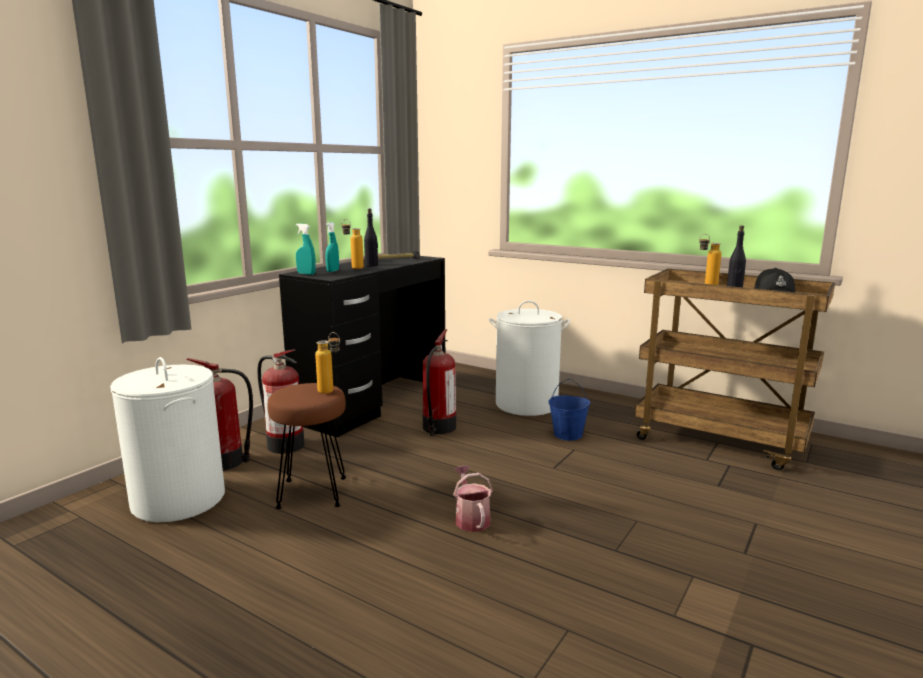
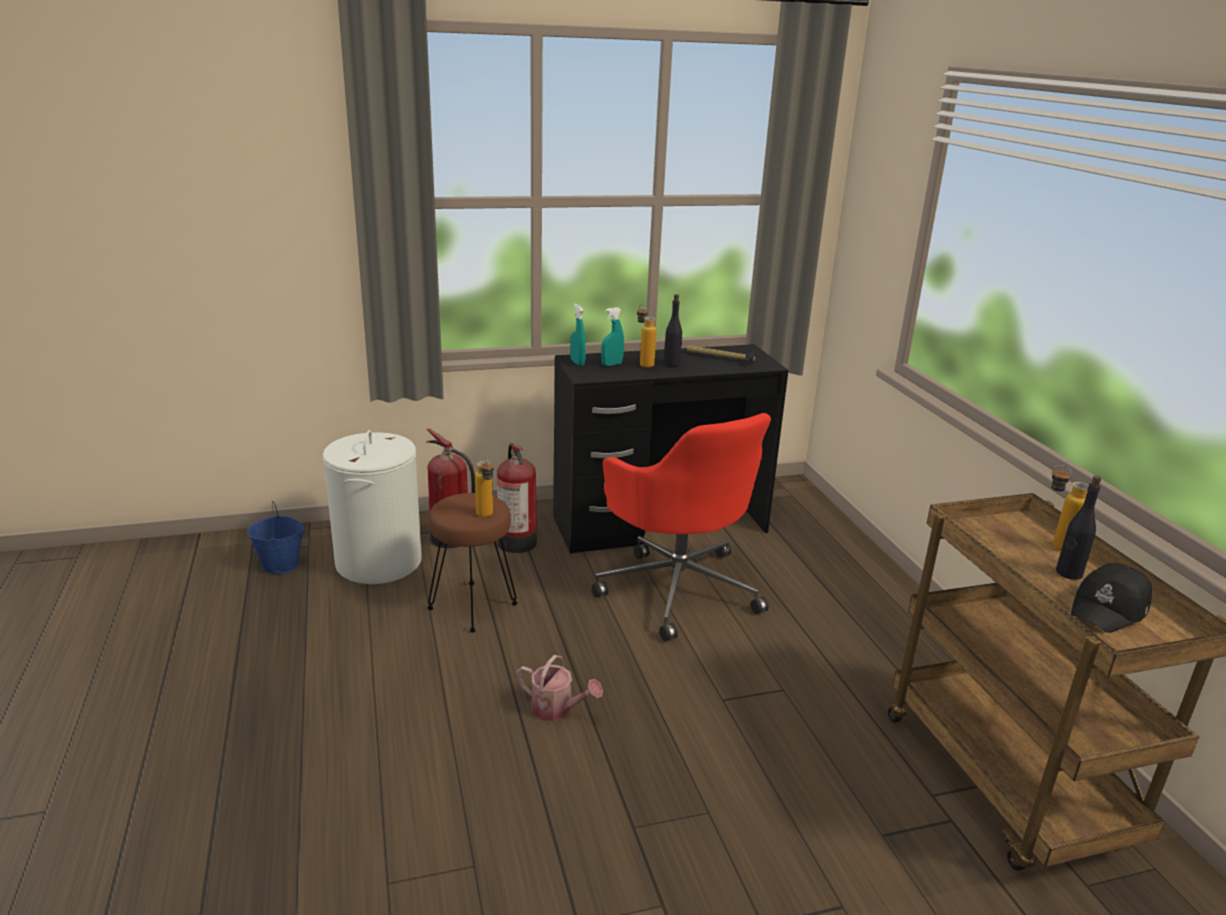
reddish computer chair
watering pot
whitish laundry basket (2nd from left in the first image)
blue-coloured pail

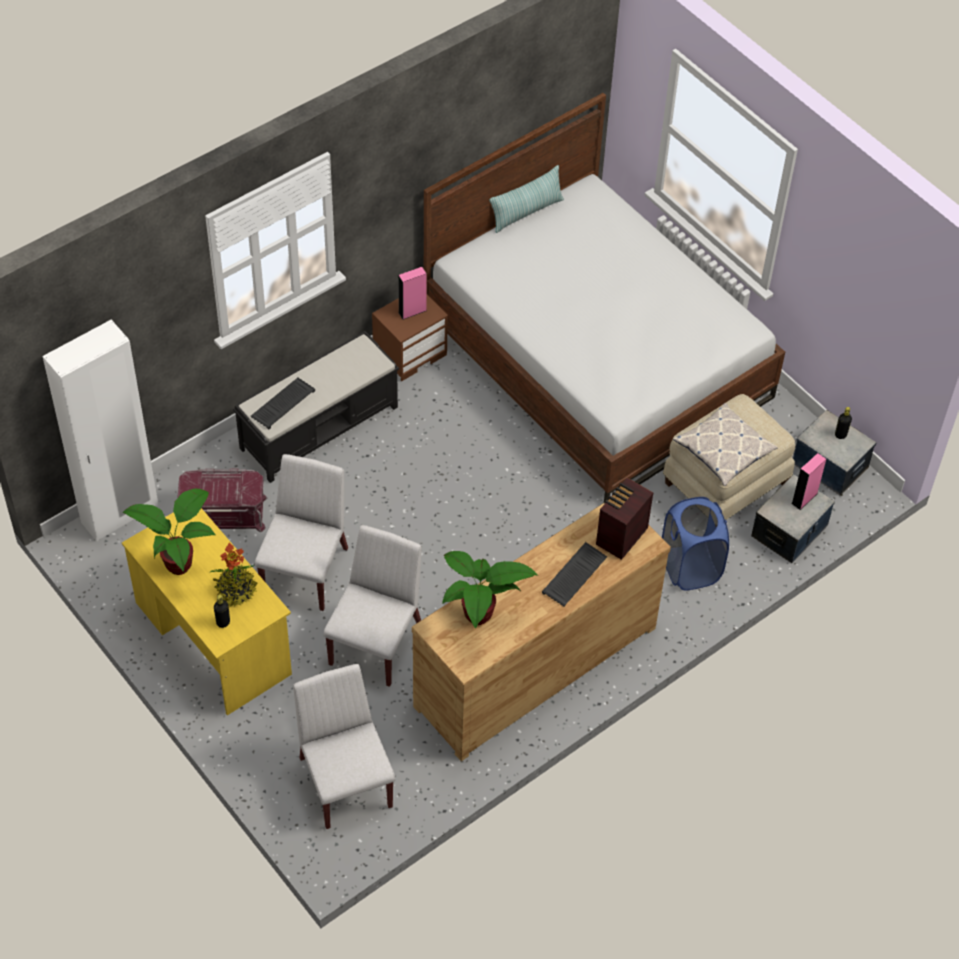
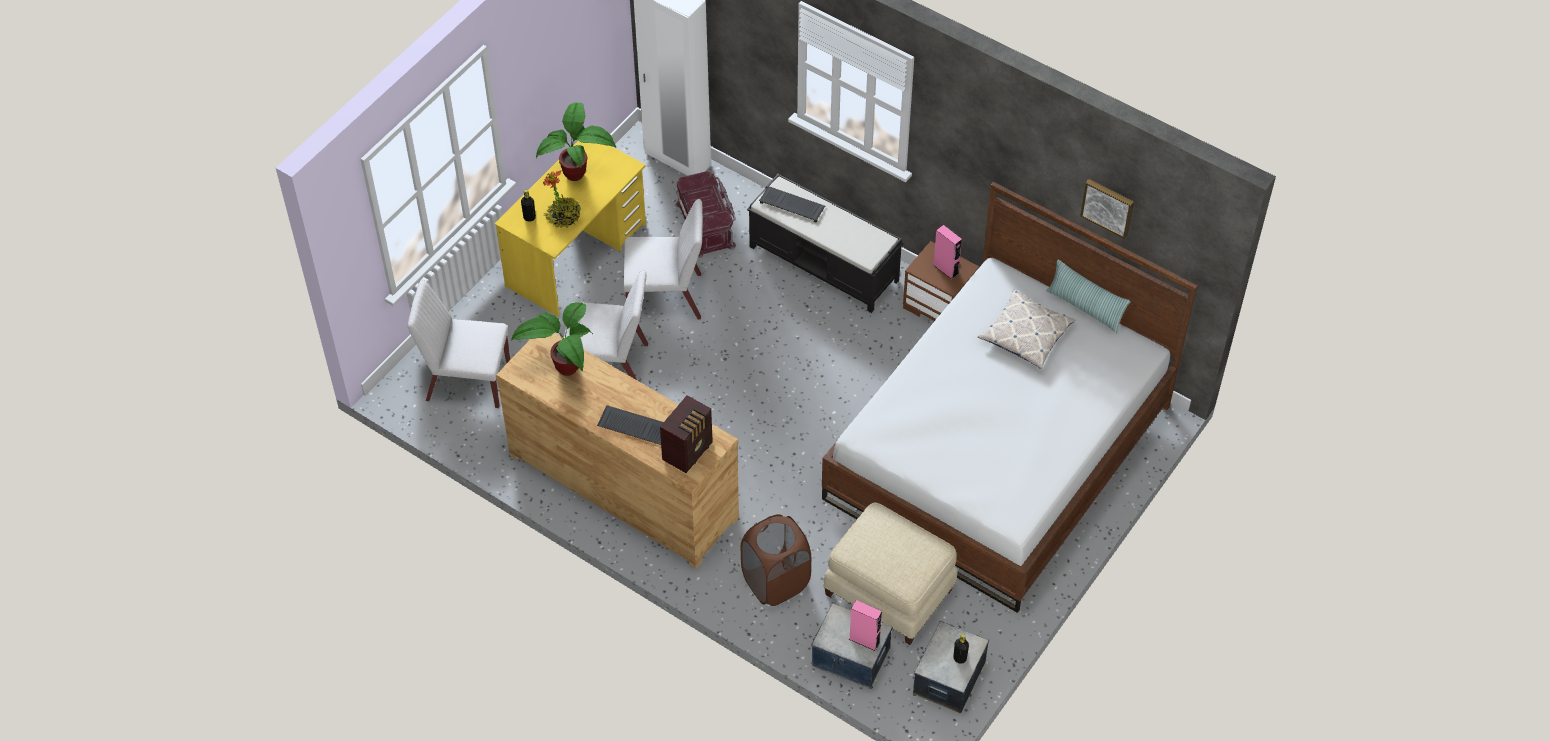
whitish plain chair (1st from left)
radio
brown laundry basket
pillow (1st from left)
picture

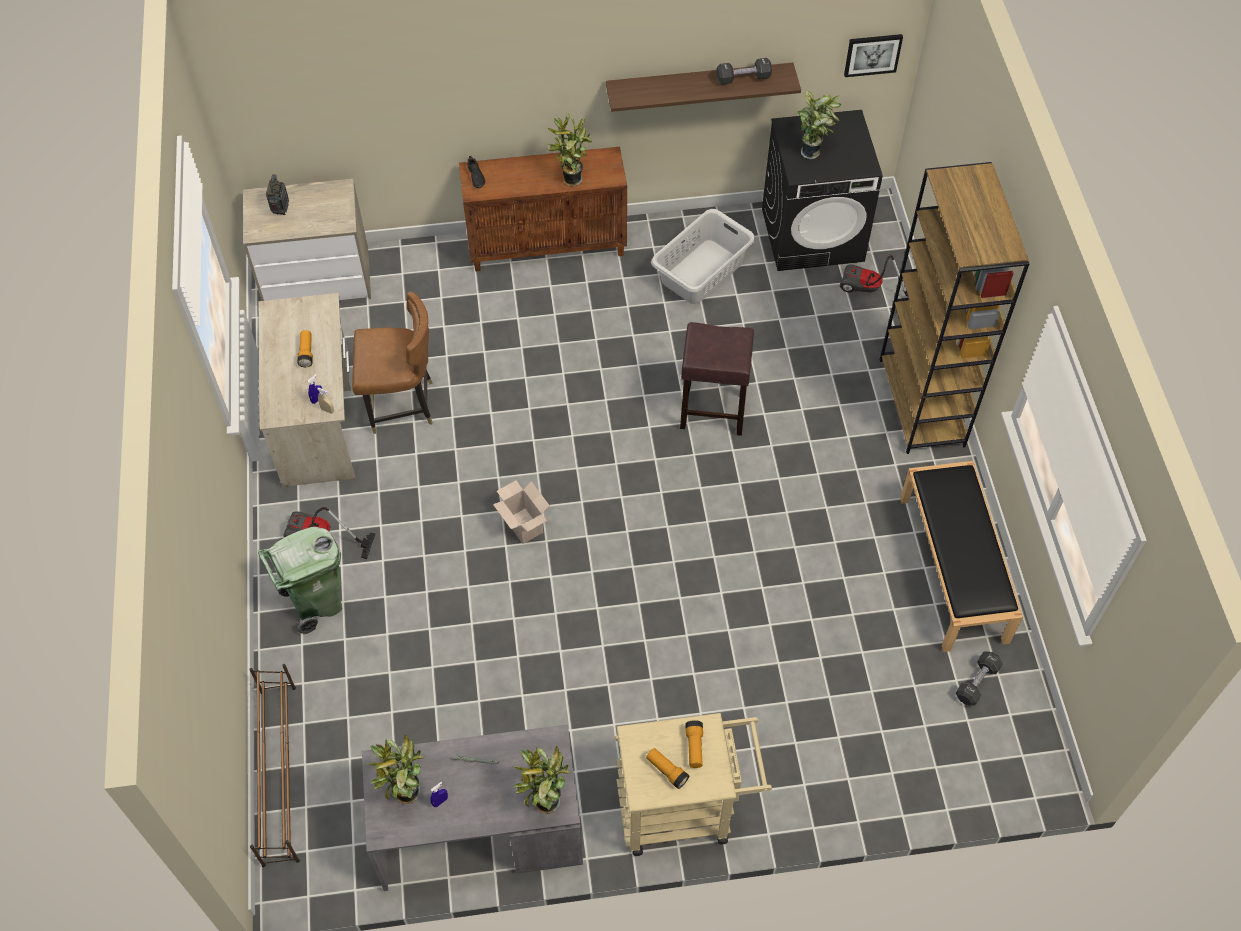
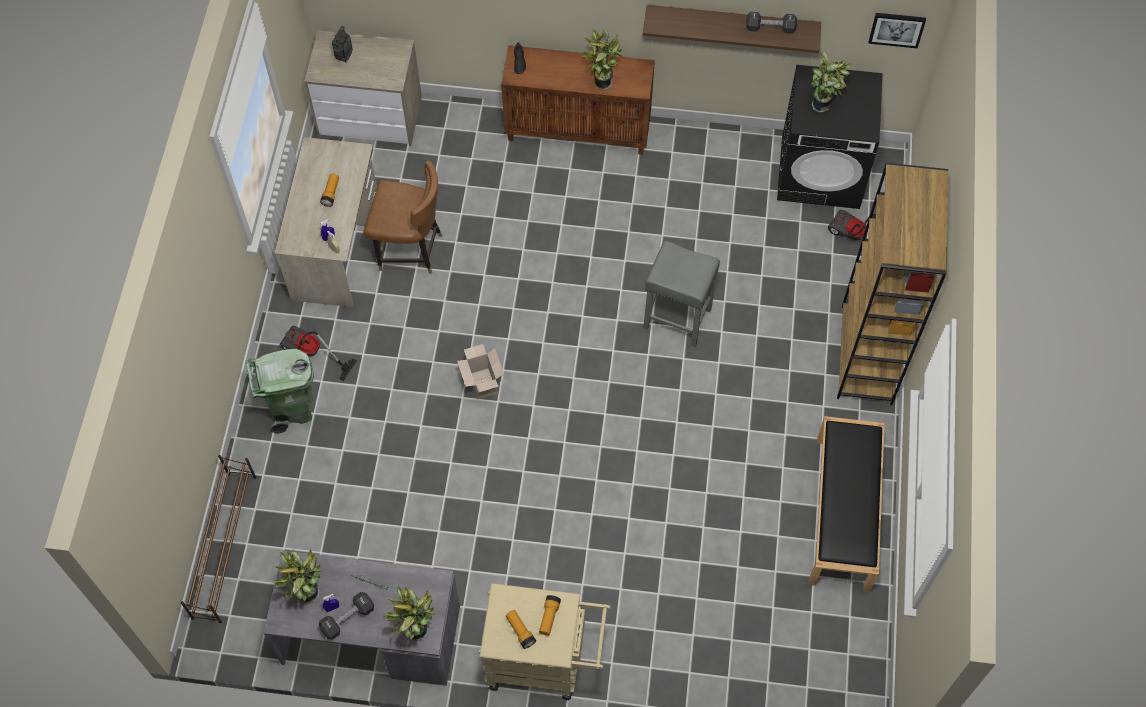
gray laundry basket
gray sitting stool
blackish dumbbell (1st from left)

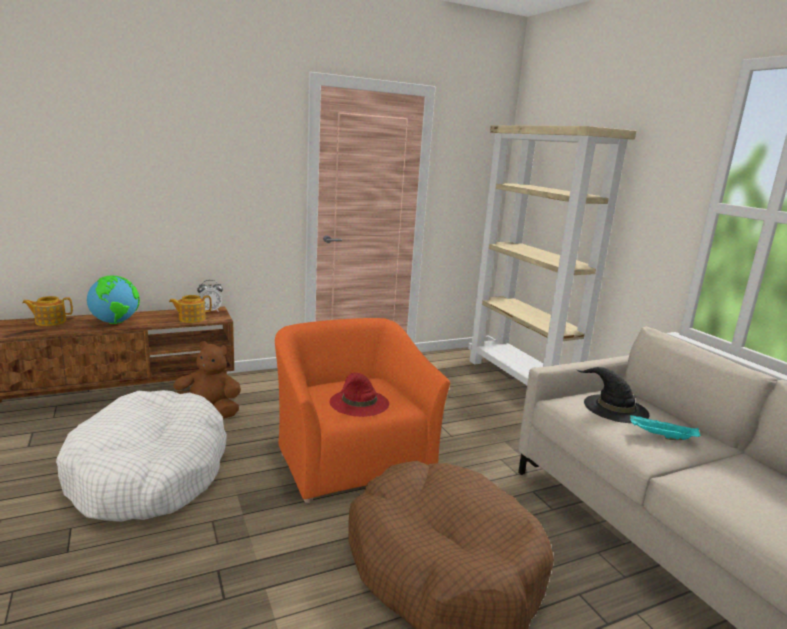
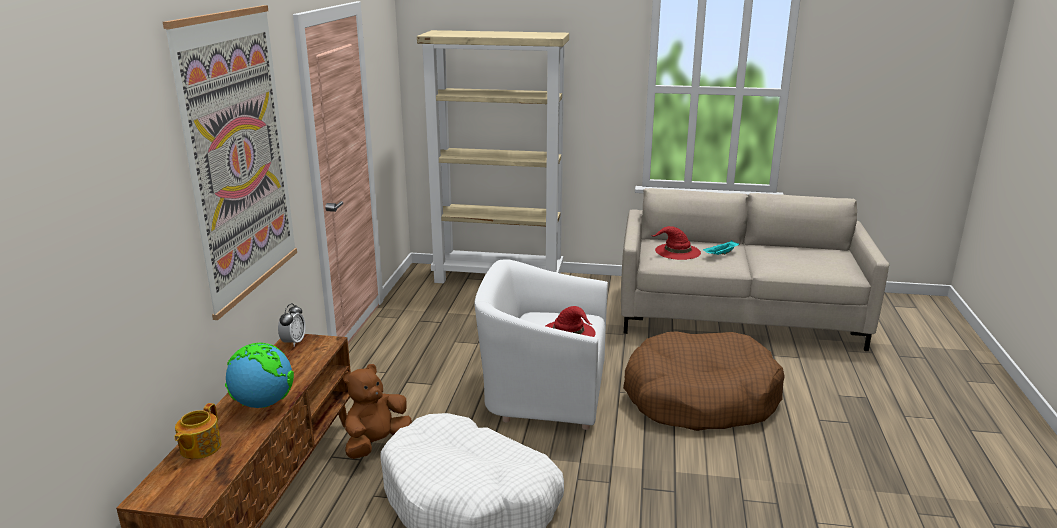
pot for tea (2nd from left in the first image)
whitish lounge chair
reddish hat (2nd from left)
picture

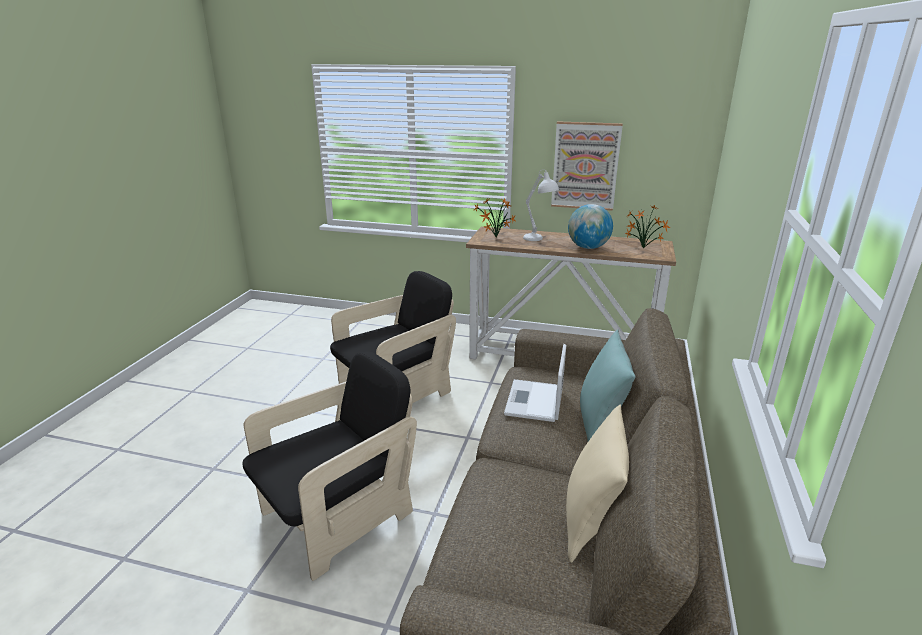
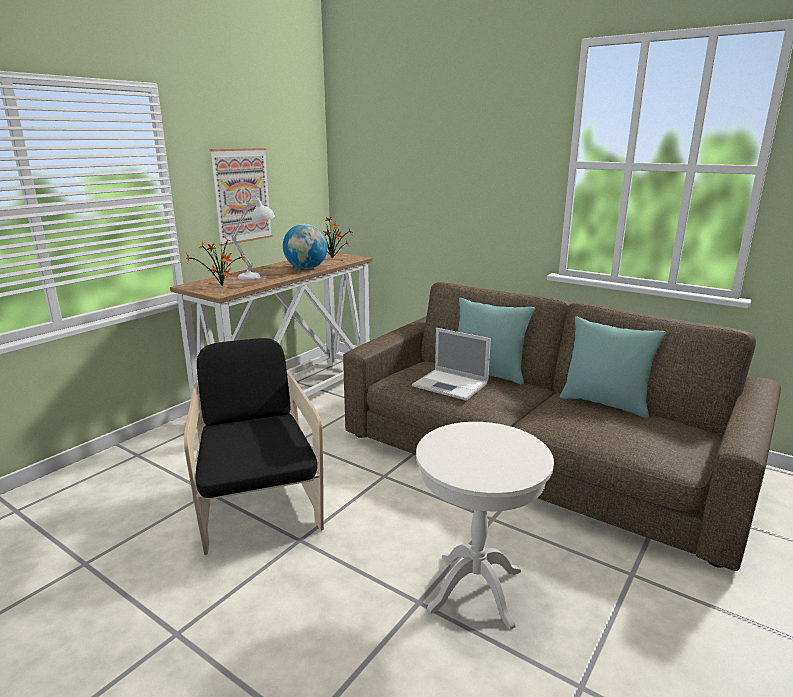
whitish end table
turquoise-coloured pillow (2nd from left)

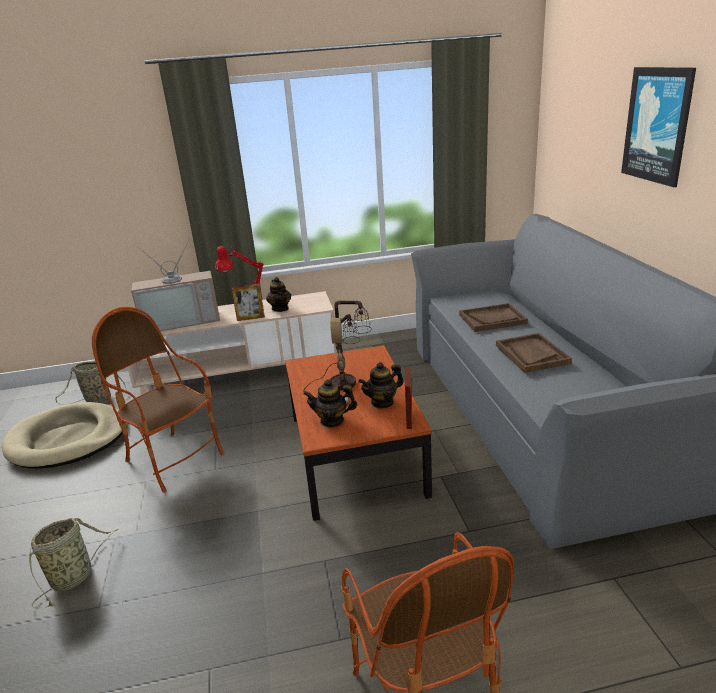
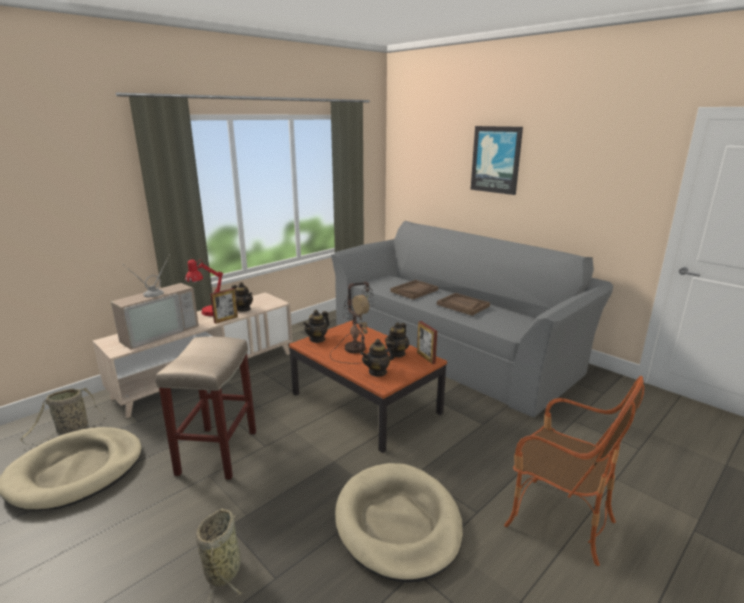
beige-coloured sitting stool
pot for tea (2nd from left)
beige-coloured pet bed (2nd from left)

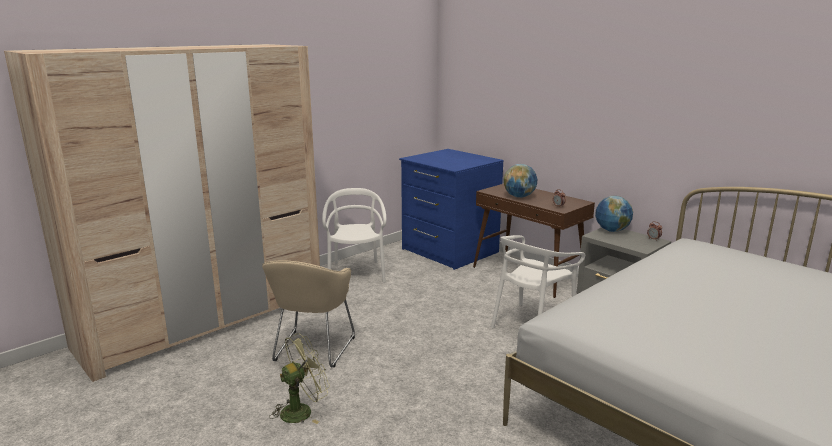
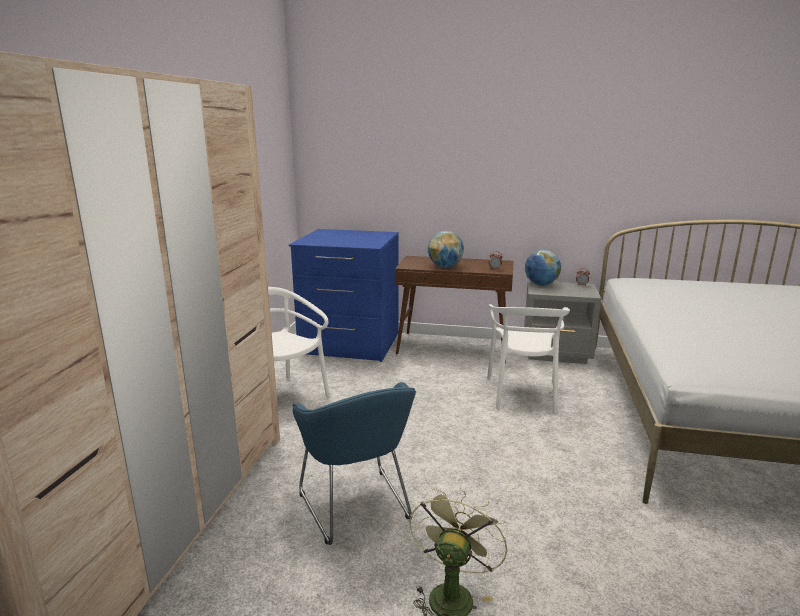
blue-coloured lounge chair

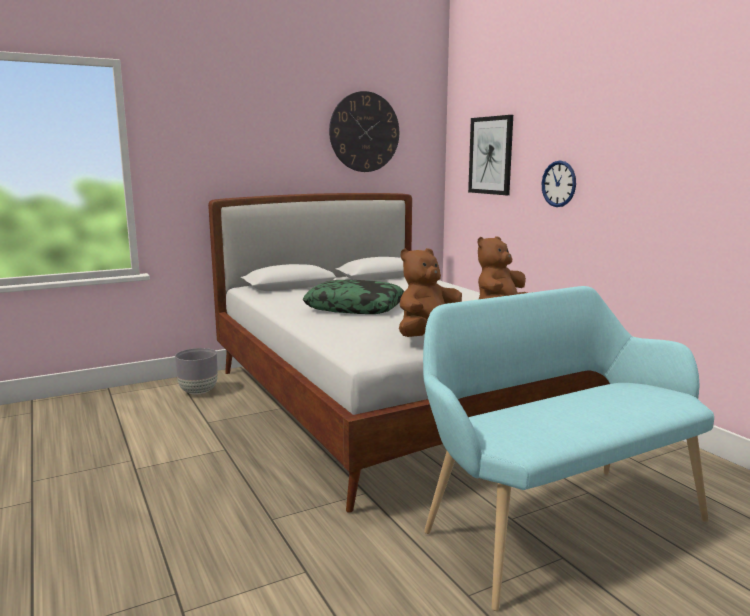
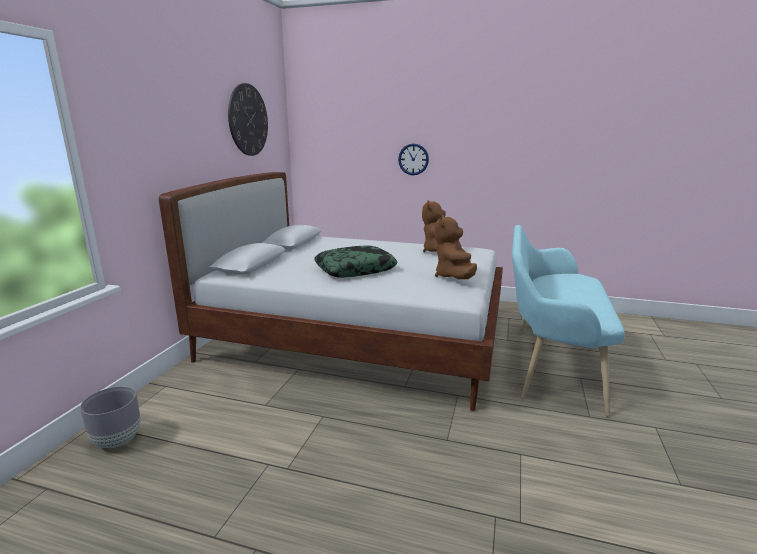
gray flower pot
picture

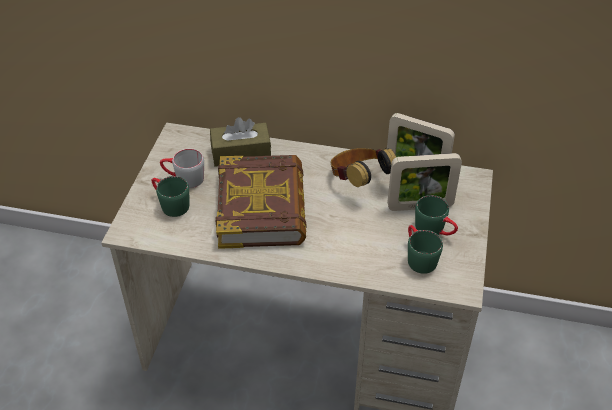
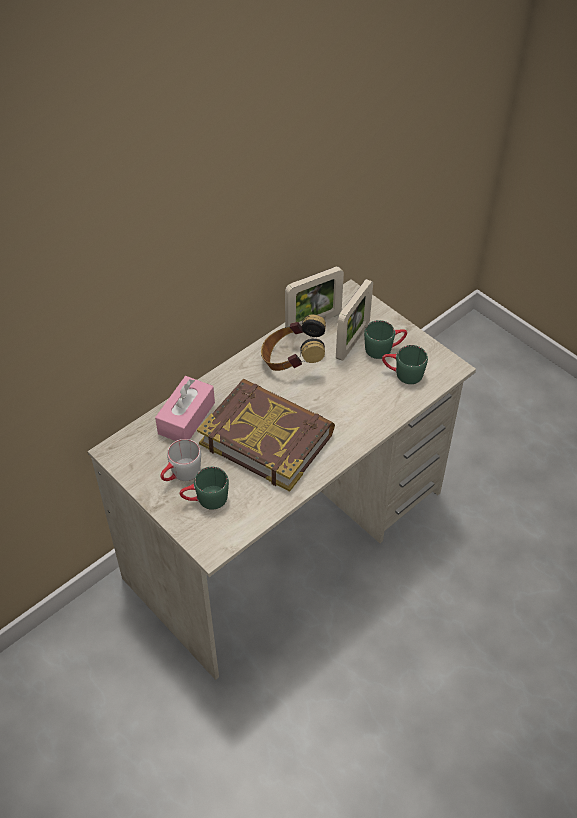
pink-coloured box of tissues

